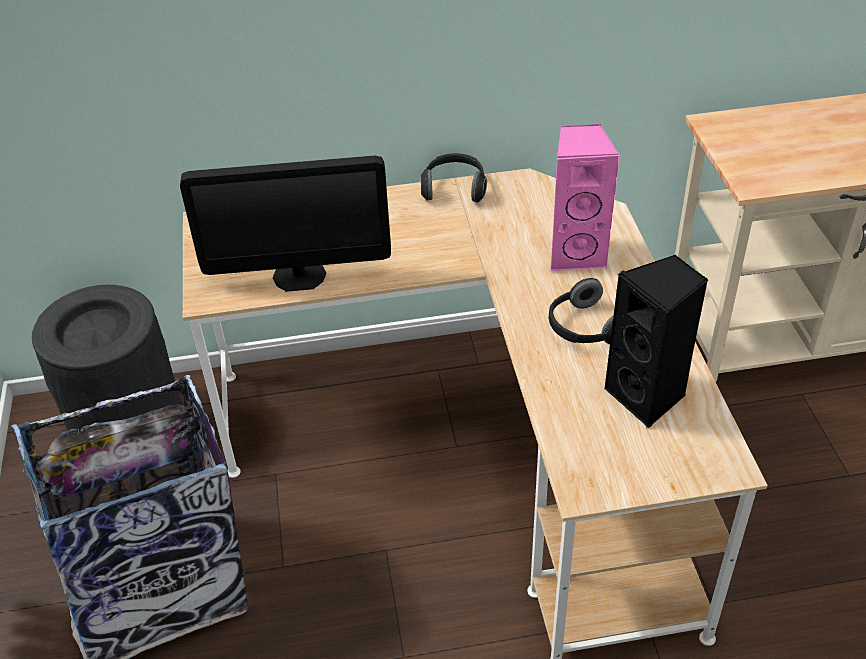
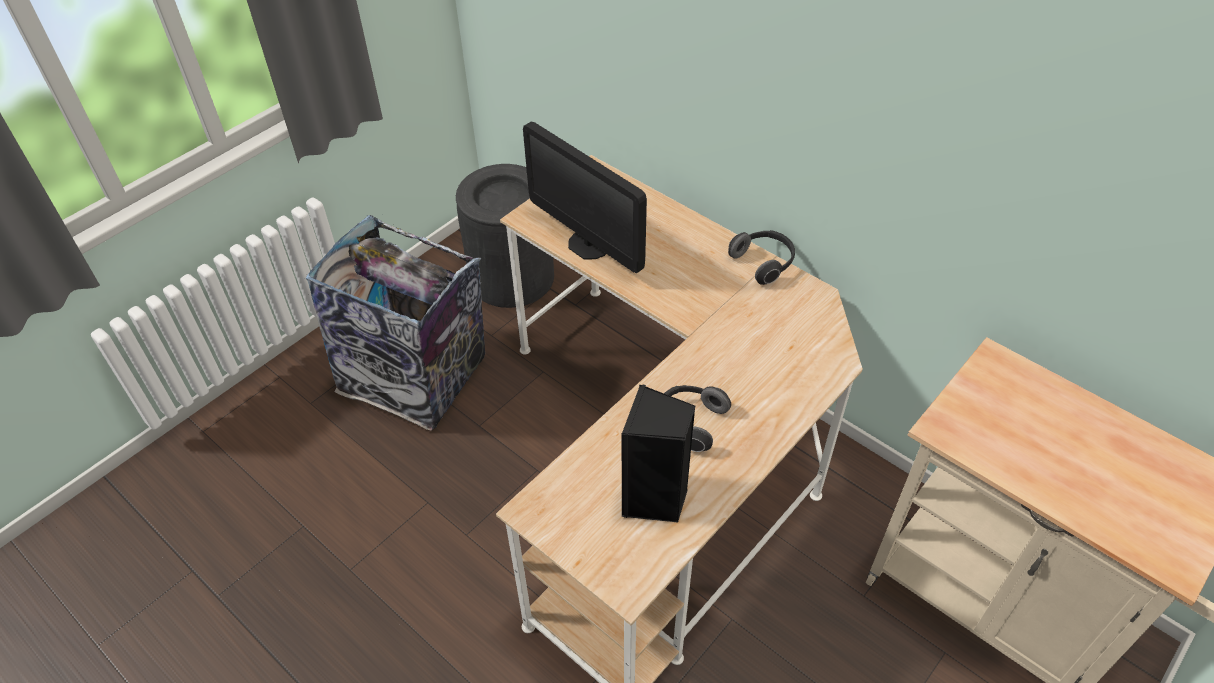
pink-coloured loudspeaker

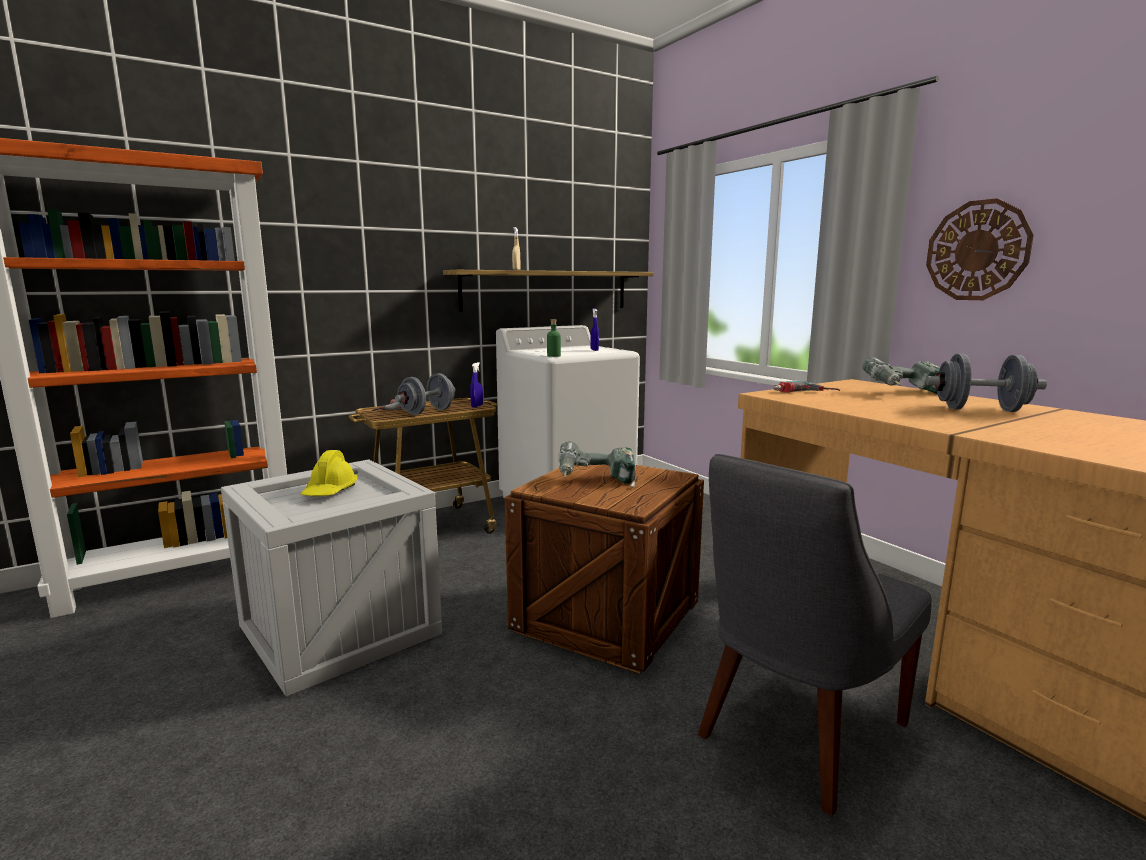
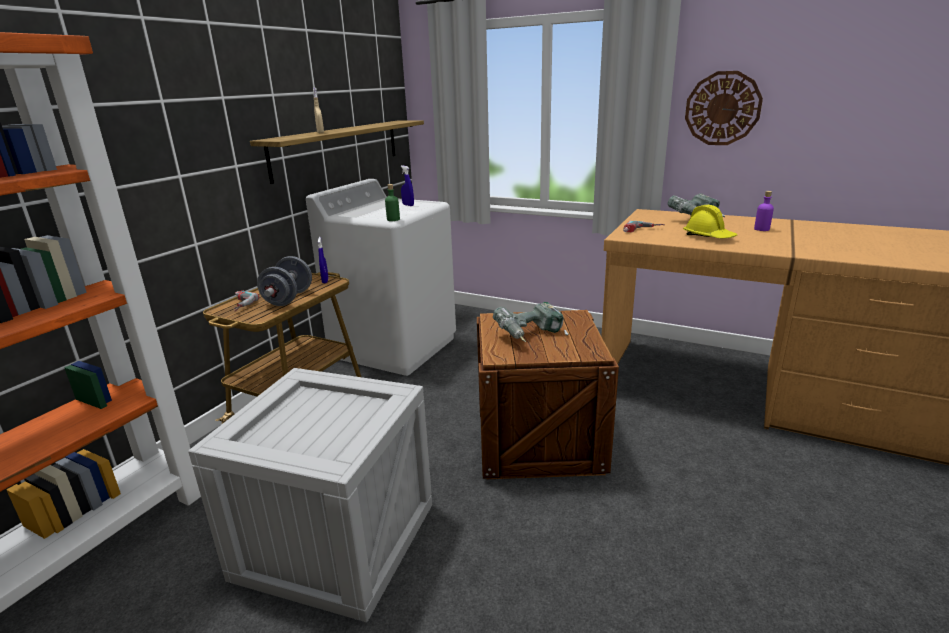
yellow work helmet
gray plain chair
purple-coloured beverage bottle

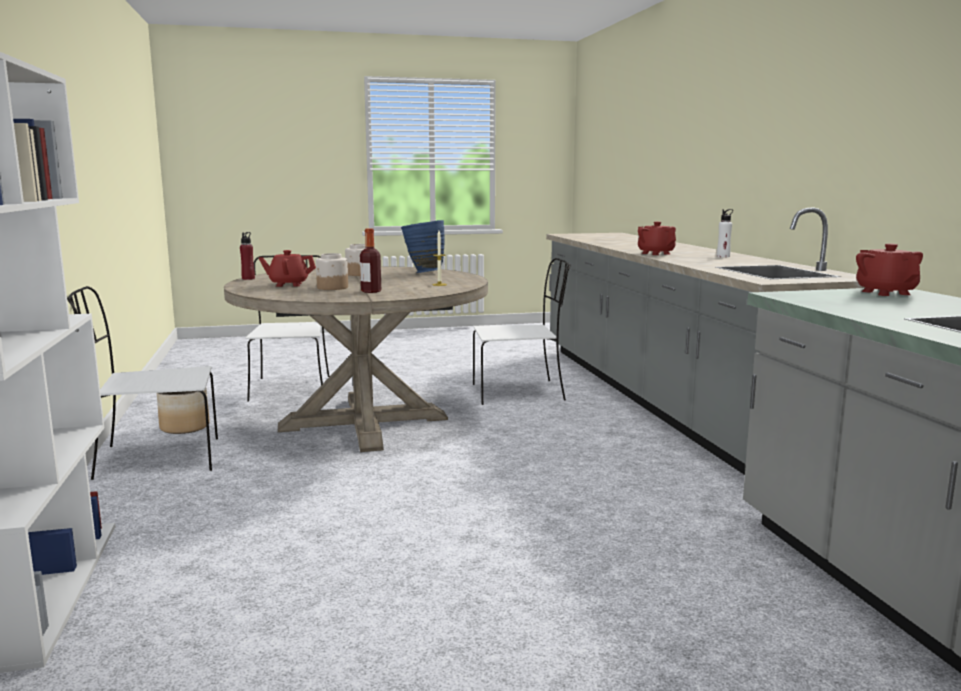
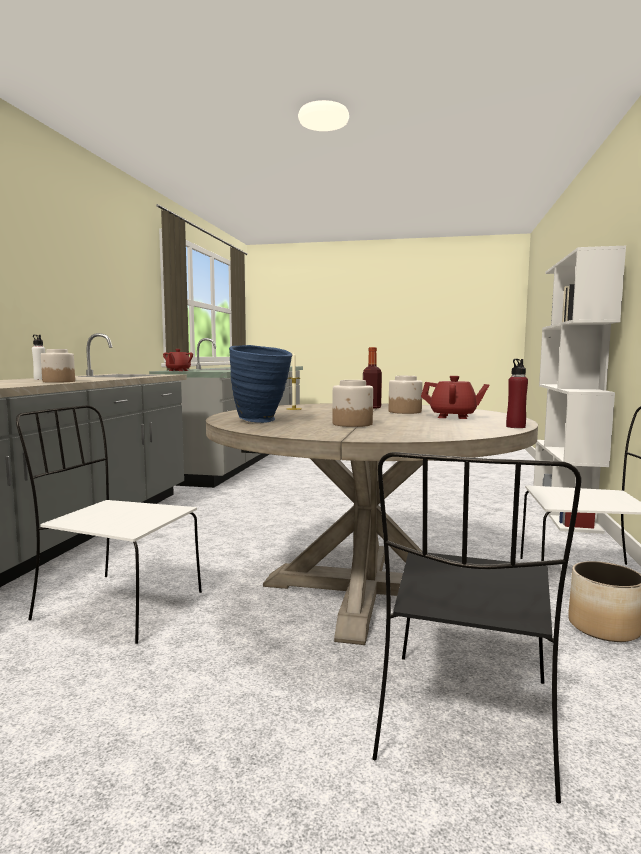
blackish plain chair
preserve jar (1st from left)

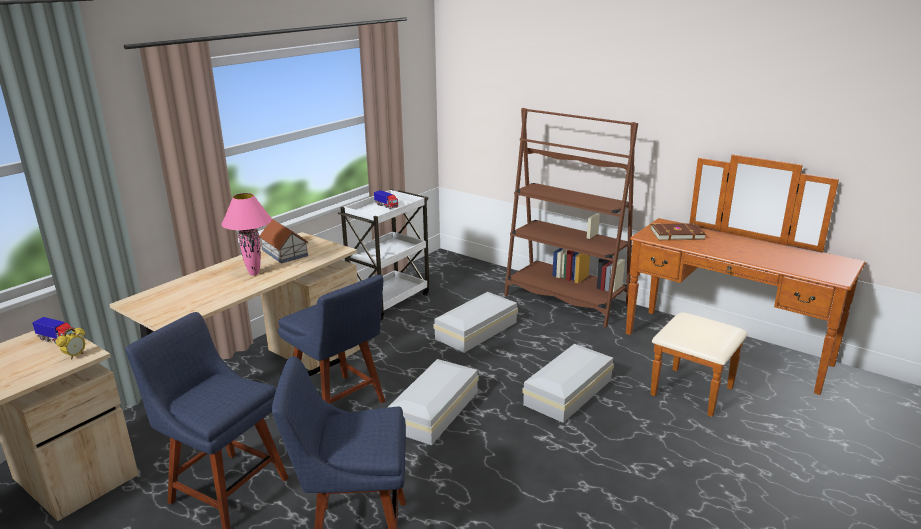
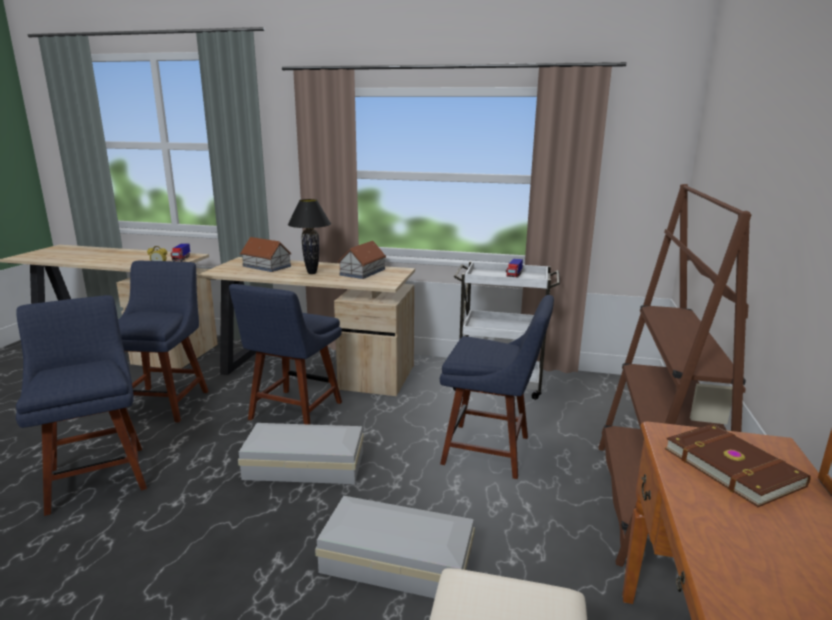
blackish tabletop lamp
blue-coloured plain chair (4th from left)
toy house (1st from left)

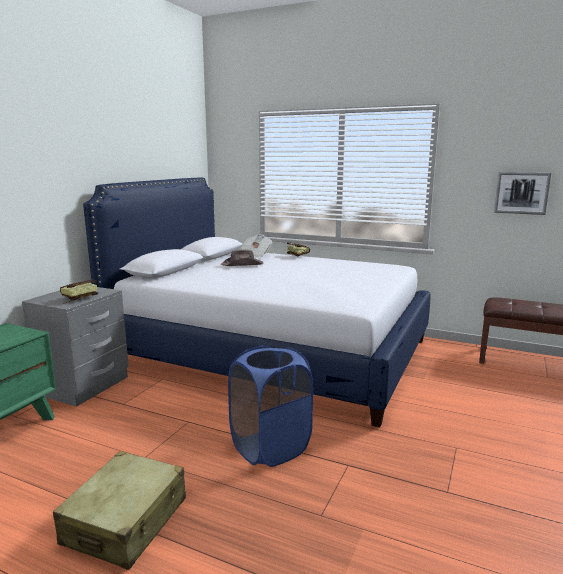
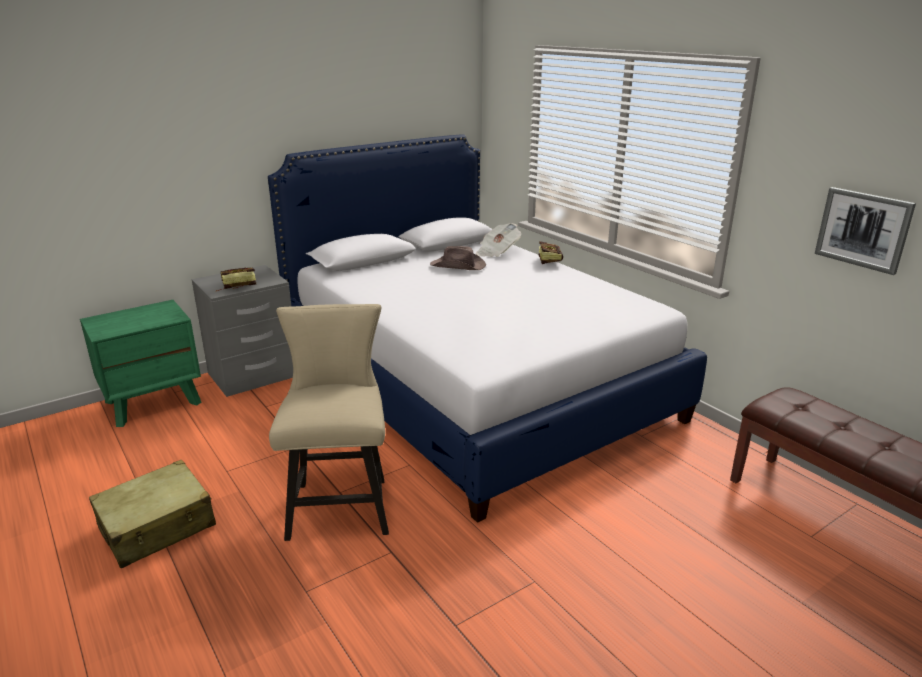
beige-coloured plain chair

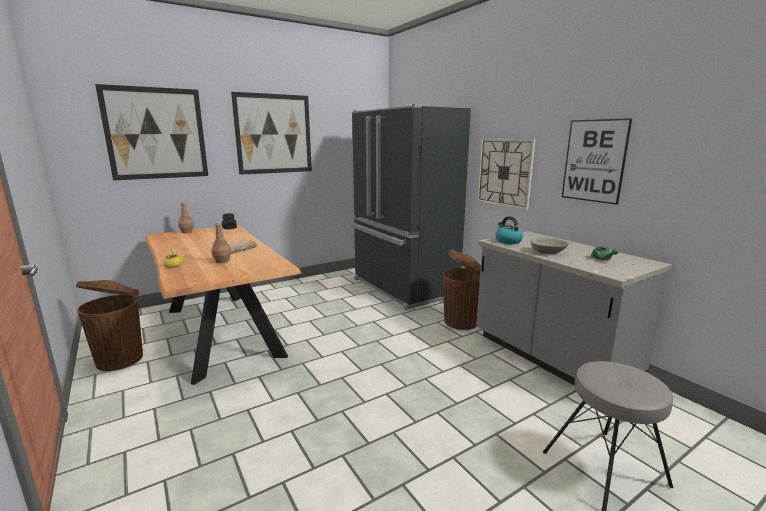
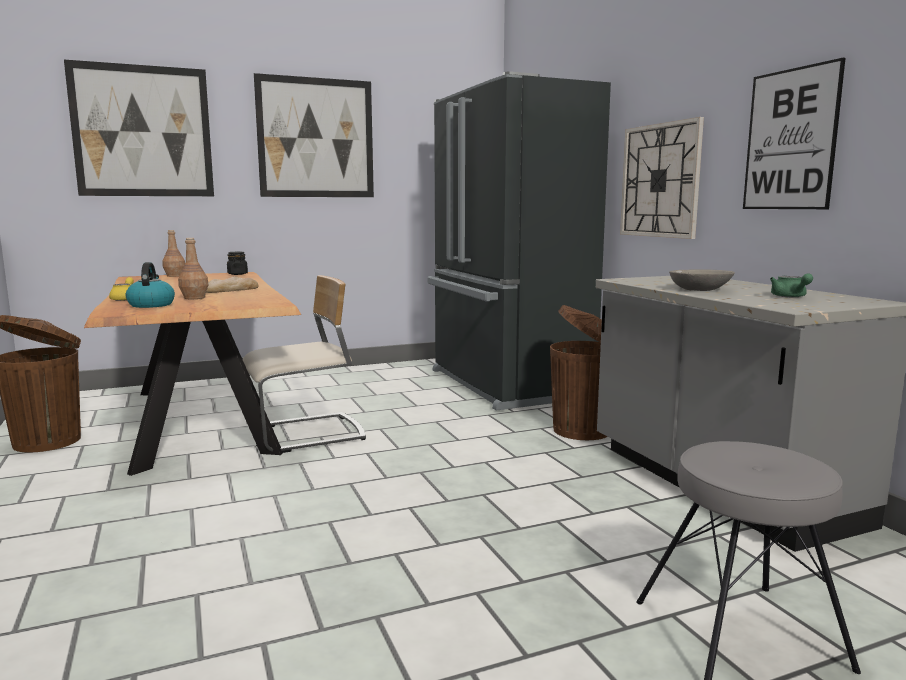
tea kettle
beige-coloured plain chair

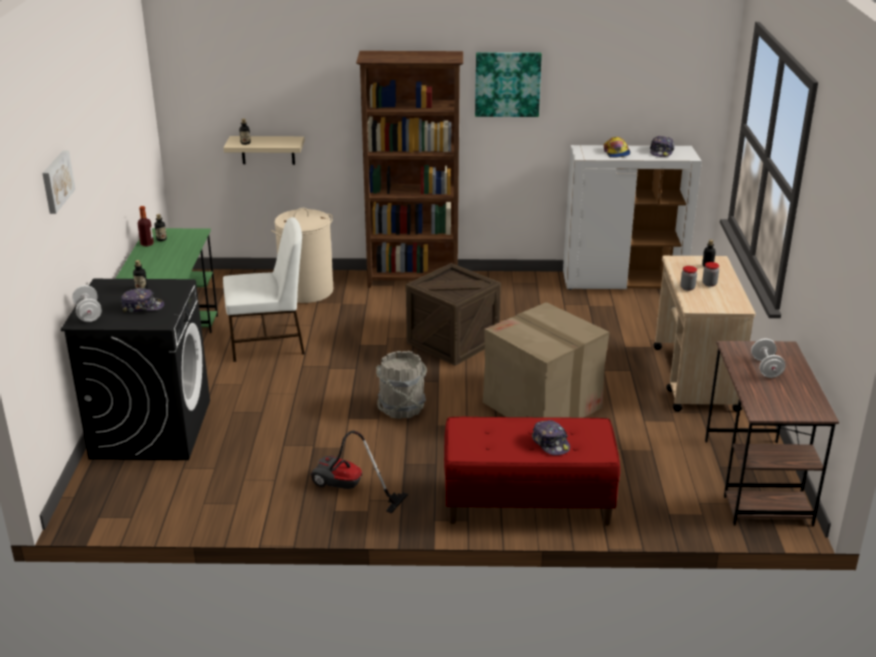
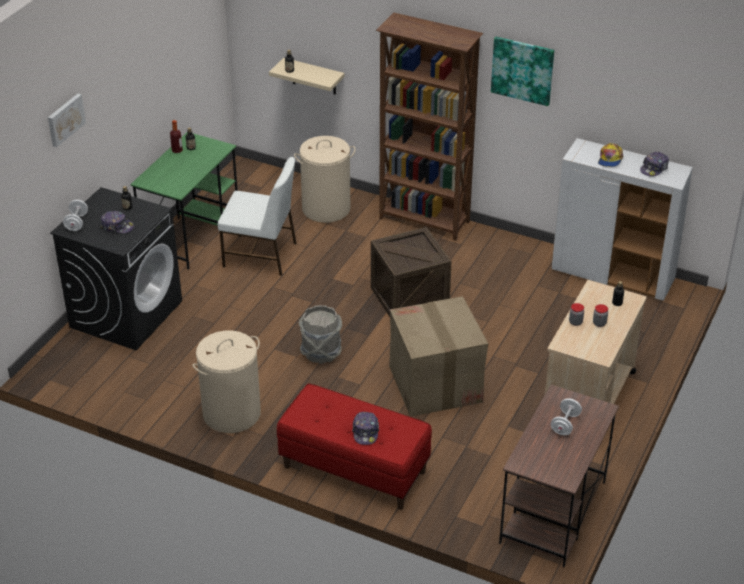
beige-coloured laundry basket (1st from left)

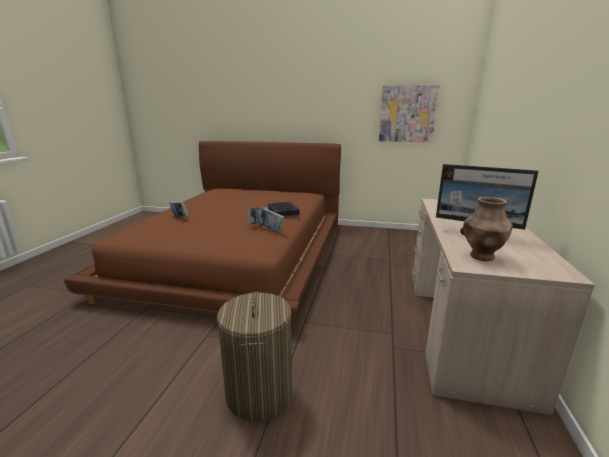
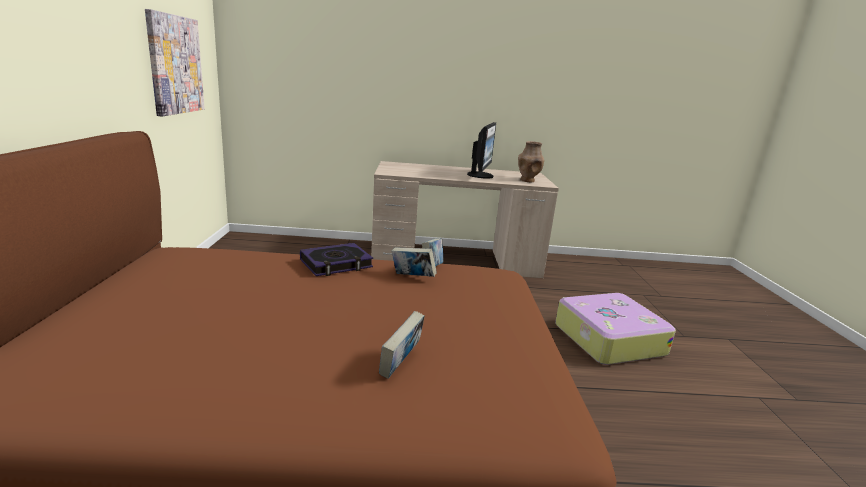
piece of luggage

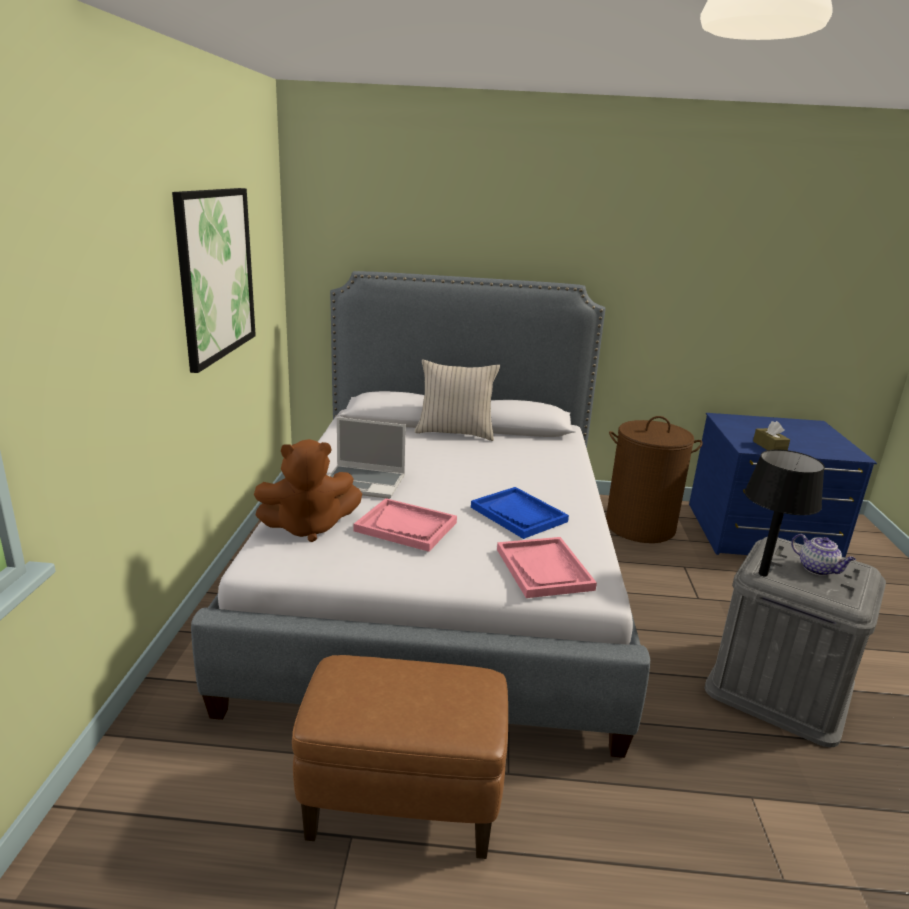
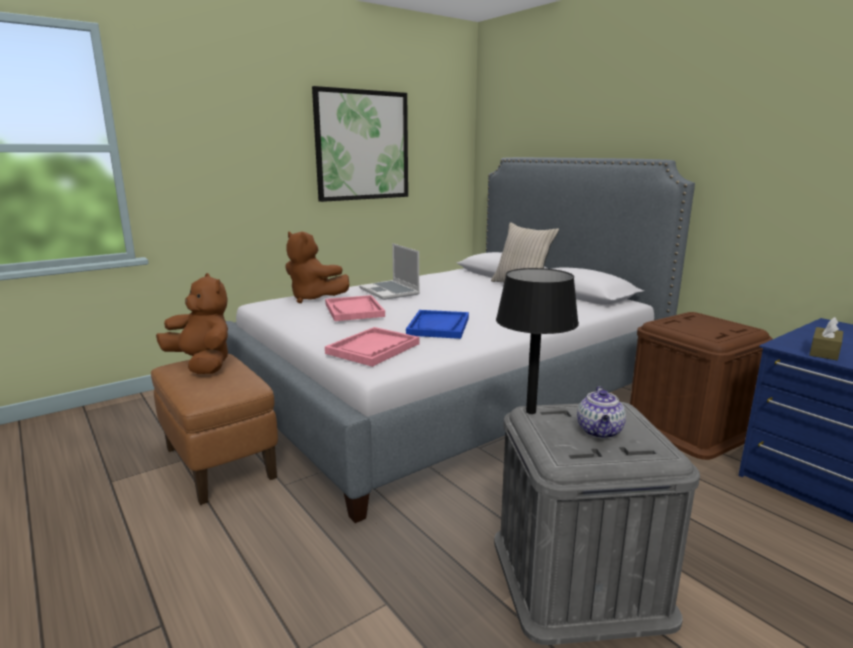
brown storage container
brown plush toy (1st from left)

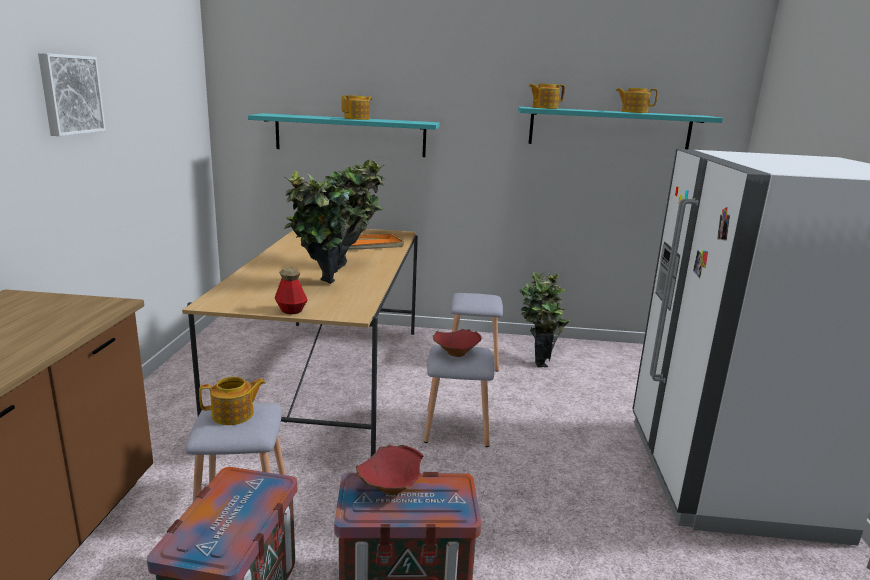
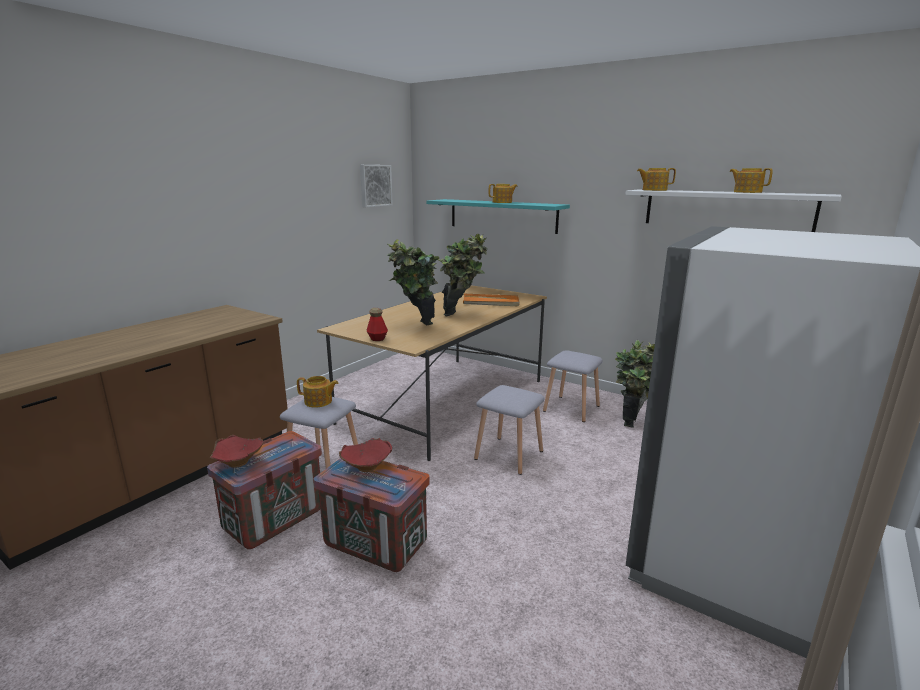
picture
reddish bowl (1st from left)
whitish bracket shelf

